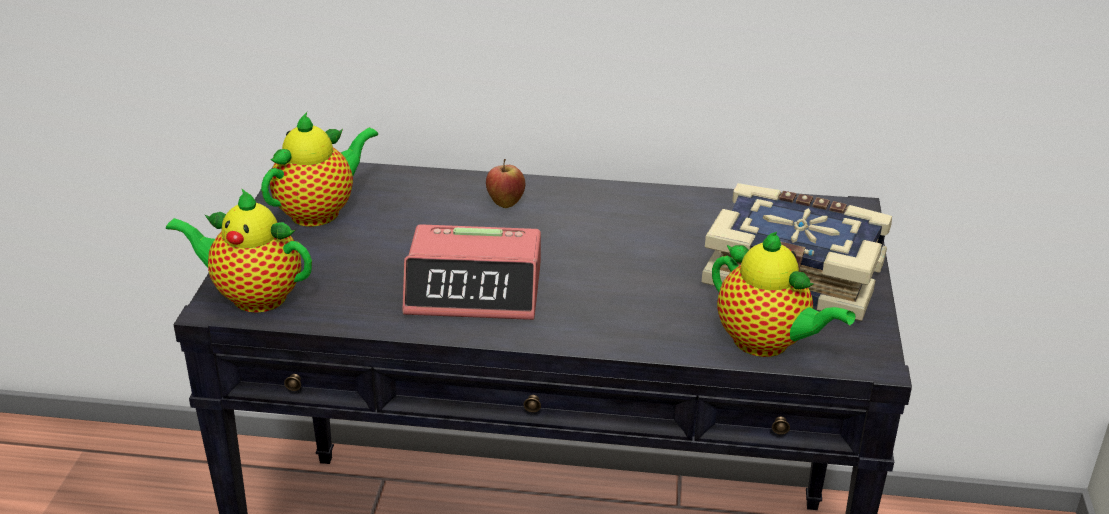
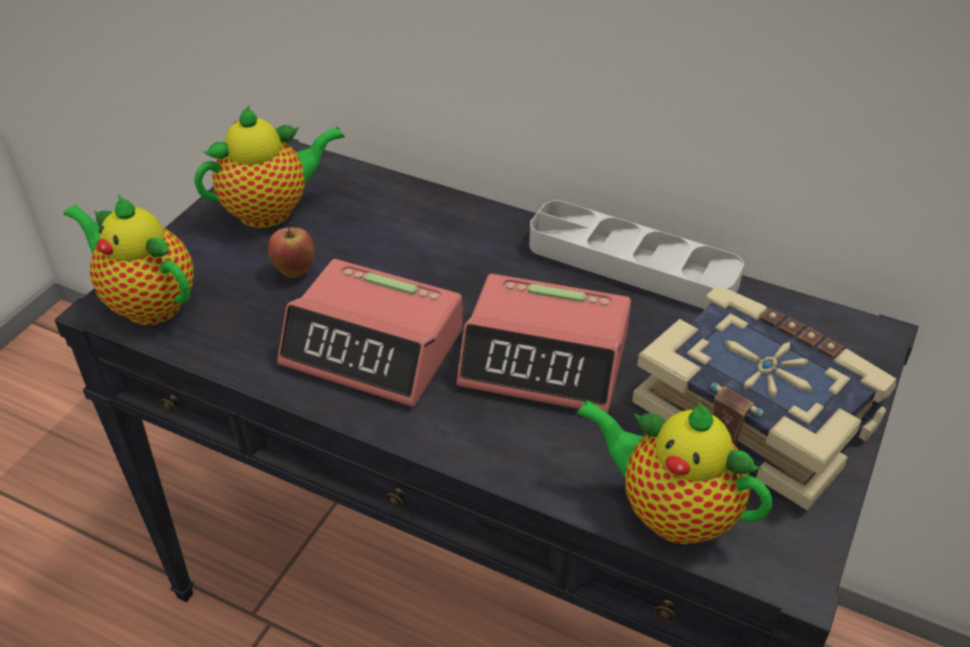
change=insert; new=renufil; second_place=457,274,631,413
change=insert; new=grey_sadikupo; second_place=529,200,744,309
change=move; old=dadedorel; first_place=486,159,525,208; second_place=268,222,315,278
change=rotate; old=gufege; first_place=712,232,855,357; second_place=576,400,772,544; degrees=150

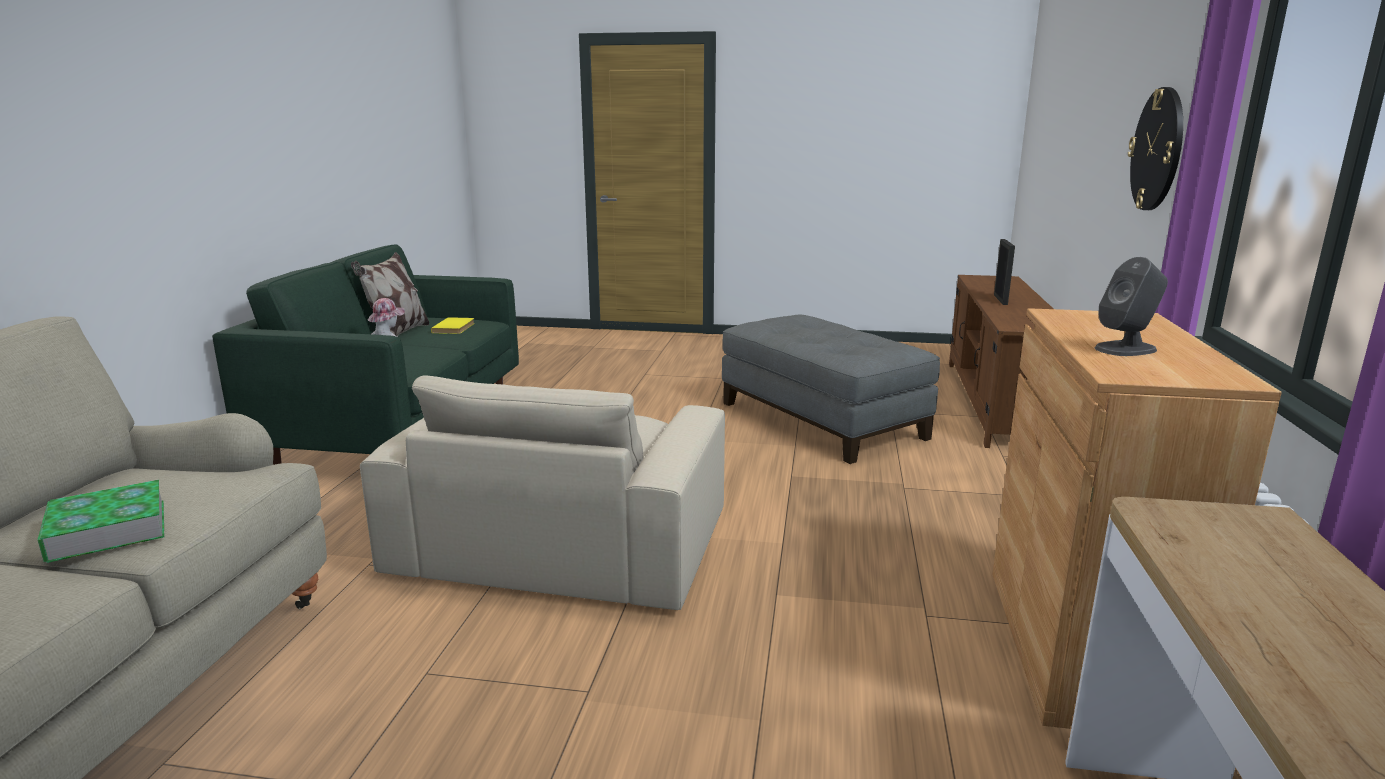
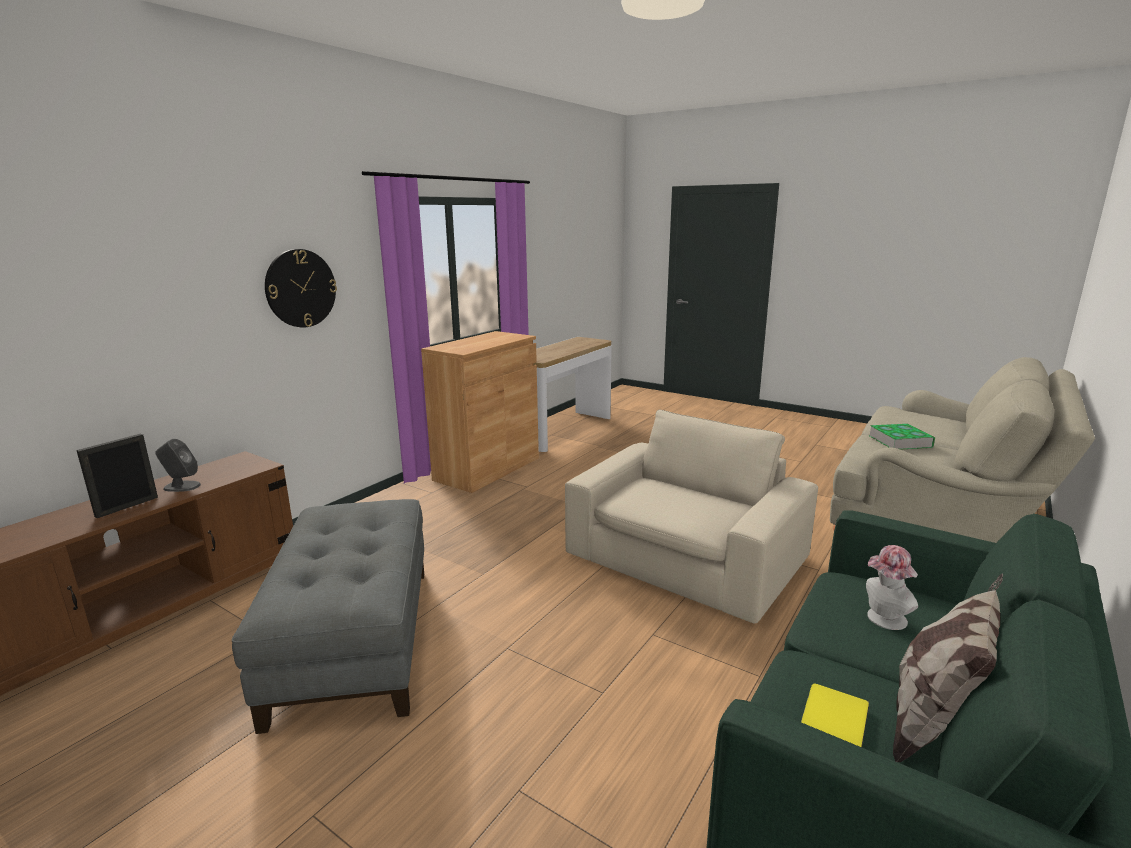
change=move; old=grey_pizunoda; first_place=1095,257,1168,356; second_place=155,439,201,492

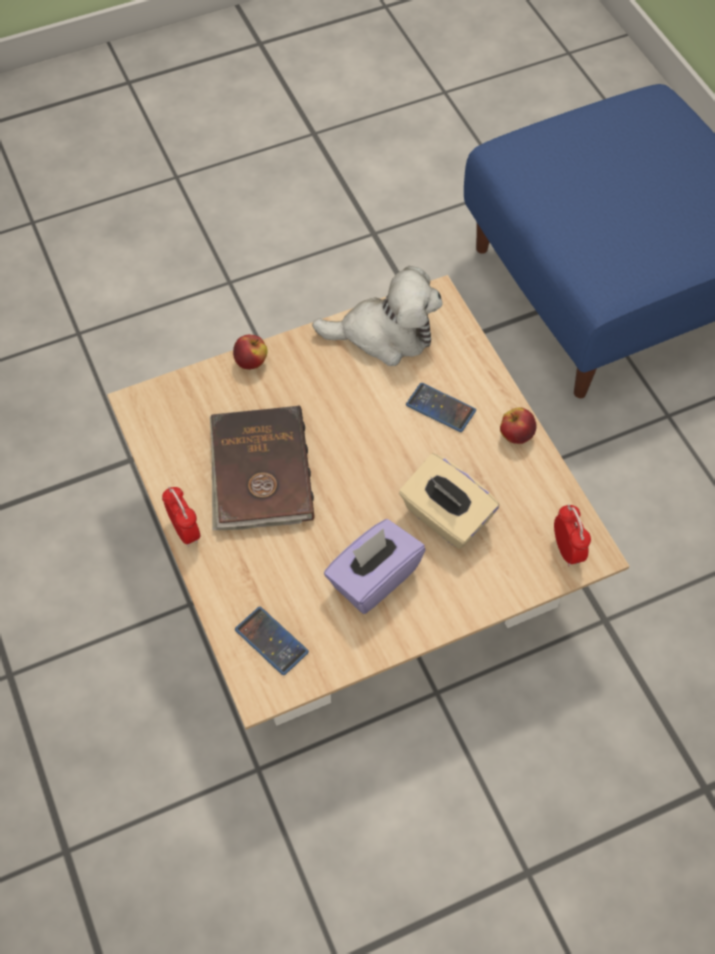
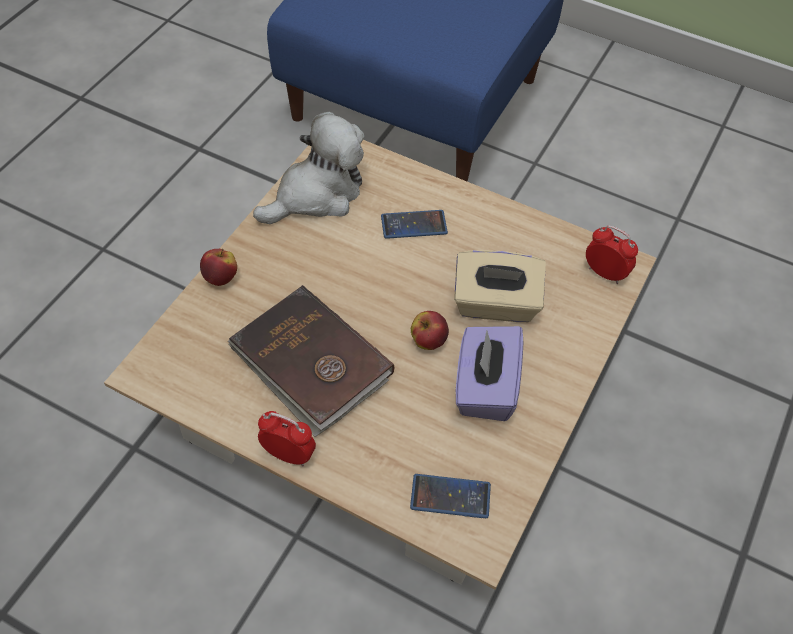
change=move; old=dadedorel; first_place=500,407,537,444; second_place=411,311,449,350

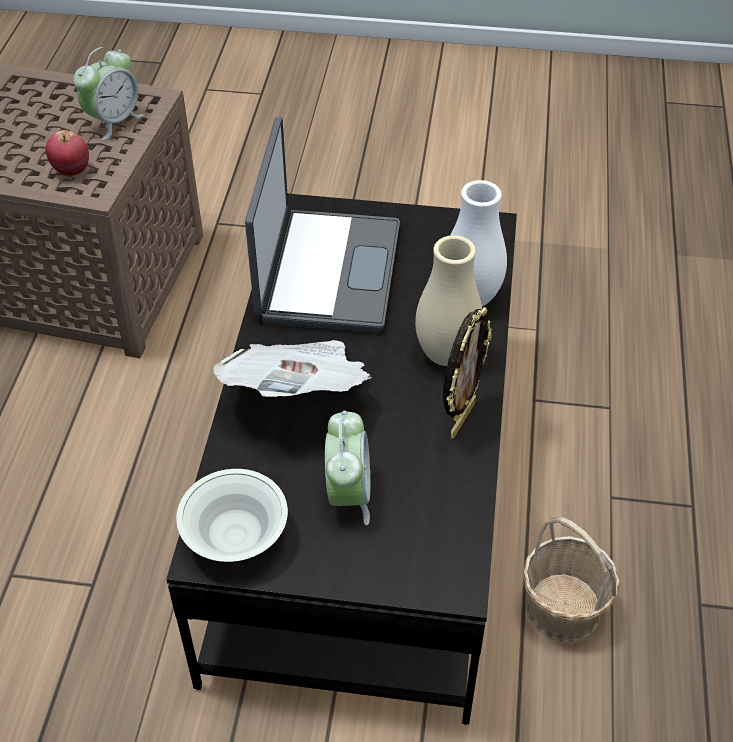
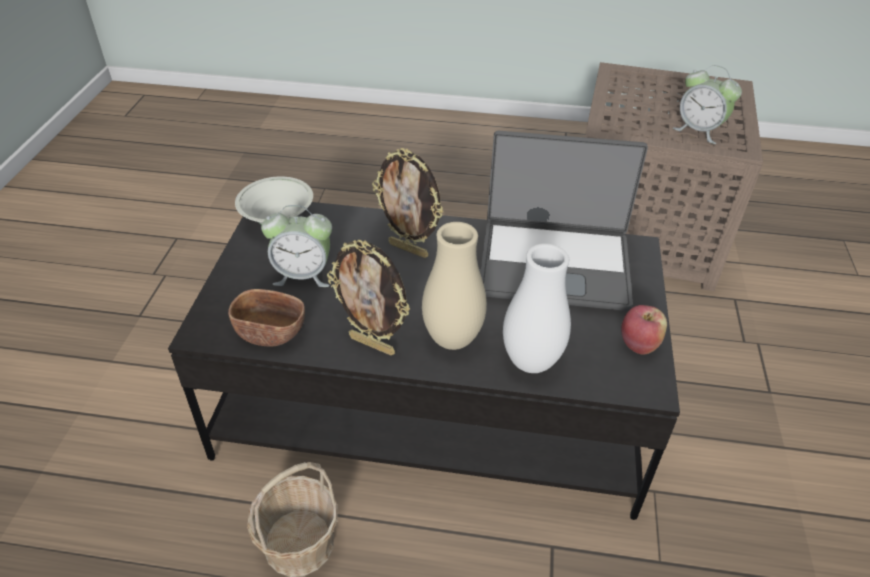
change=insert; new=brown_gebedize; second_place=228,289,305,347
change=move; old=dadedorel; first_place=46,130,89,176; second_place=621,305,667,355
change=replace; old=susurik; new=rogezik; first_place=213,340,372,397; second_place=372,148,443,258

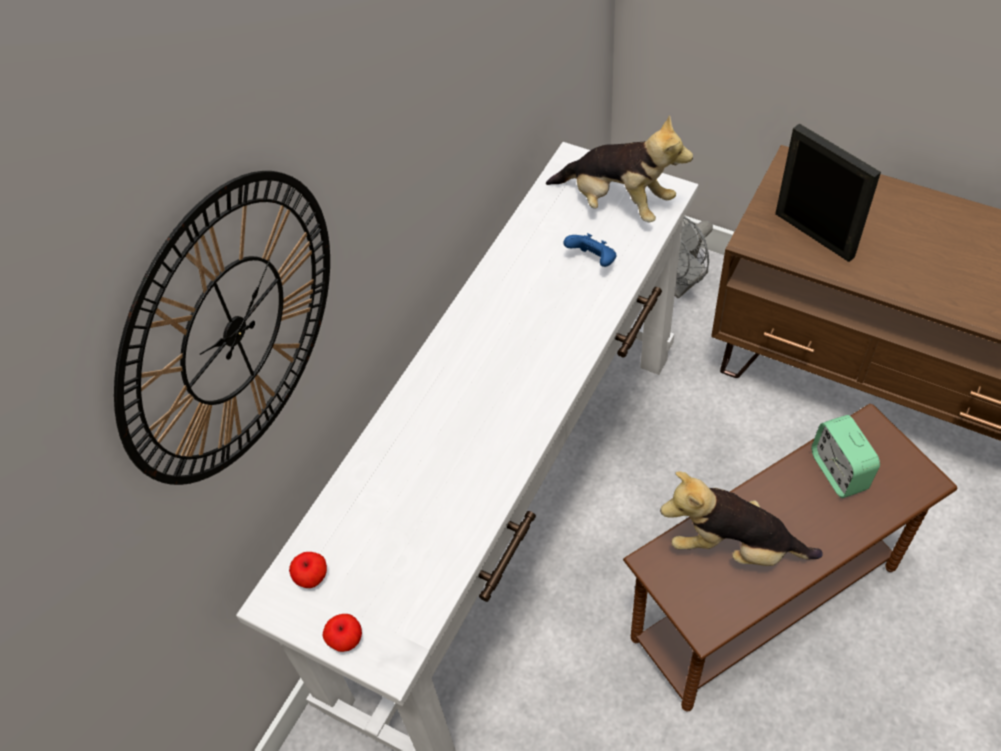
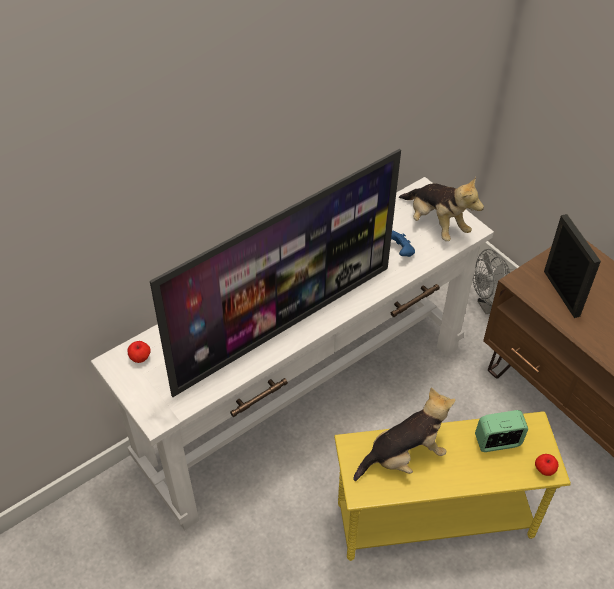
change=delete; old=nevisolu; first_place=114,171,330,485
change=insert; new=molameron; second_place=150,149,401,397
change=move; old=dadedorel; first_place=323,614,362,652; second_place=535,454,558,476
change=recolor; old=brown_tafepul; new=yellow_tafepul; first_place=623,404,958,711; second_place=334,411,571,561
change=rotate; old=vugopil; first_place=660,471,823,566; second_place=353,387,455,481; degrees=120
change=rotate; old=renufil; first_place=811,415,880,498; second_place=475,410,528,452; degrees=75

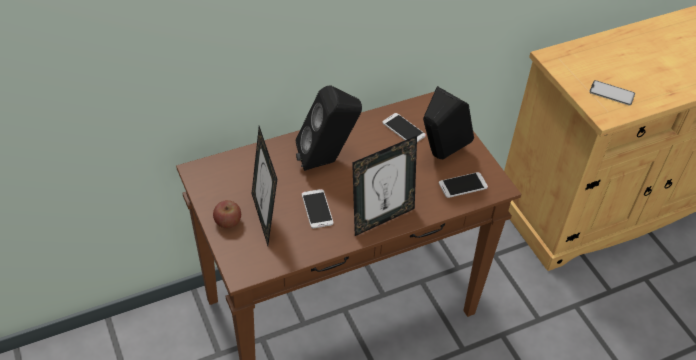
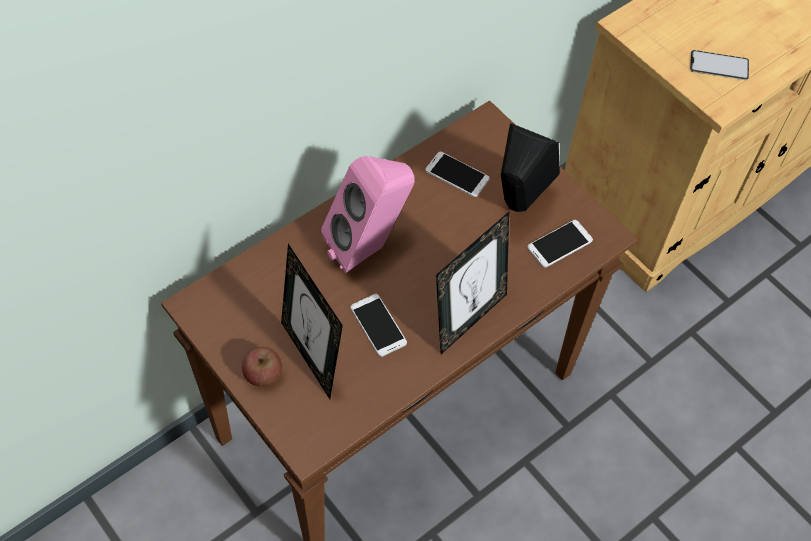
change=recolor; old=black_pizunoda; new=pink_pizunoda; first_place=296,85,362,171; second_place=321,156,414,273

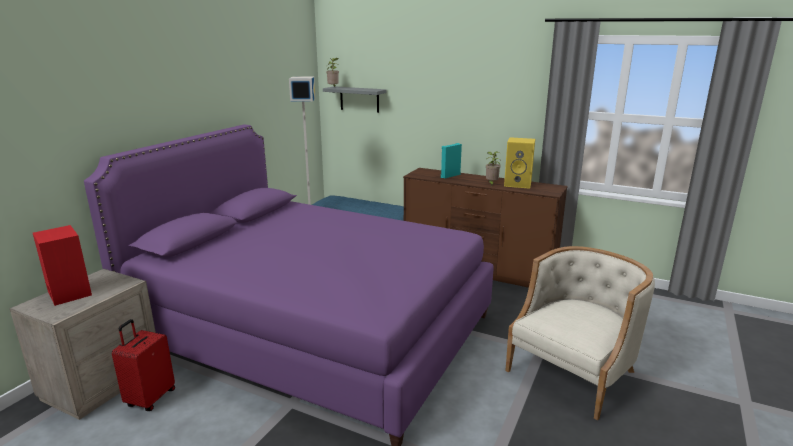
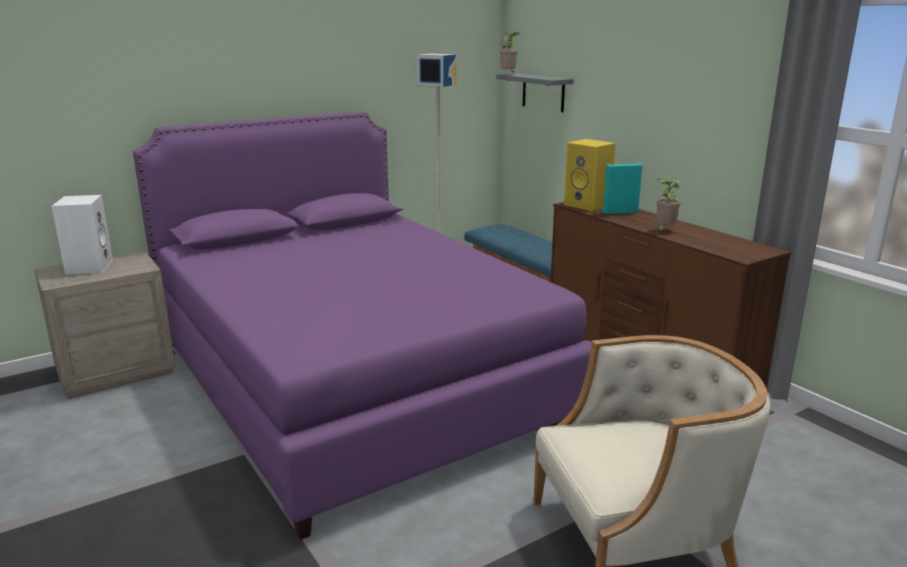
change=delete; old=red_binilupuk; first_place=112,319,175,411
change=move; old=yellow_pizunoda; first_place=504,137,535,189; second_place=564,139,616,211
change=recolor; old=red_pizunoda; new=white_pizunoda; first_place=33,225,92,306; second_place=52,195,113,275

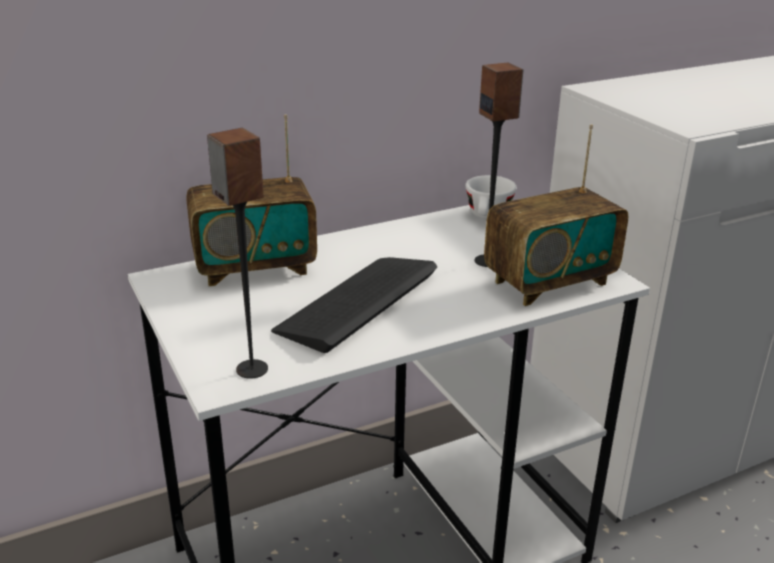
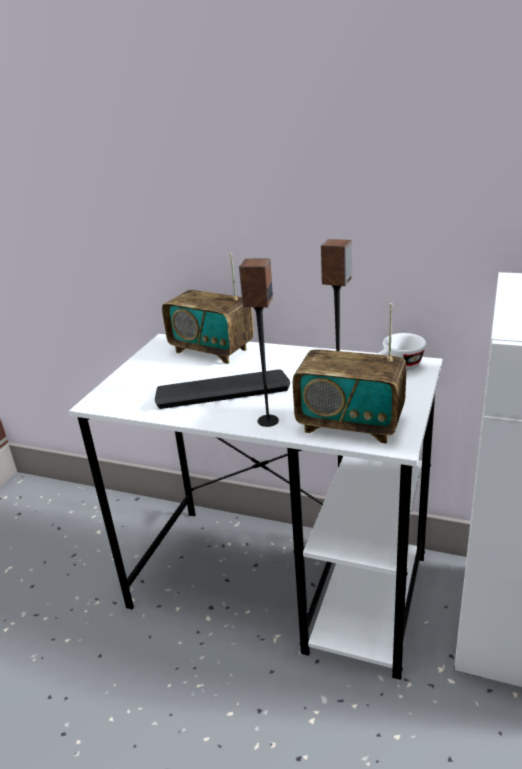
change=move; old=pizunoda; first_place=207,128,268,379; second_place=239,259,279,427

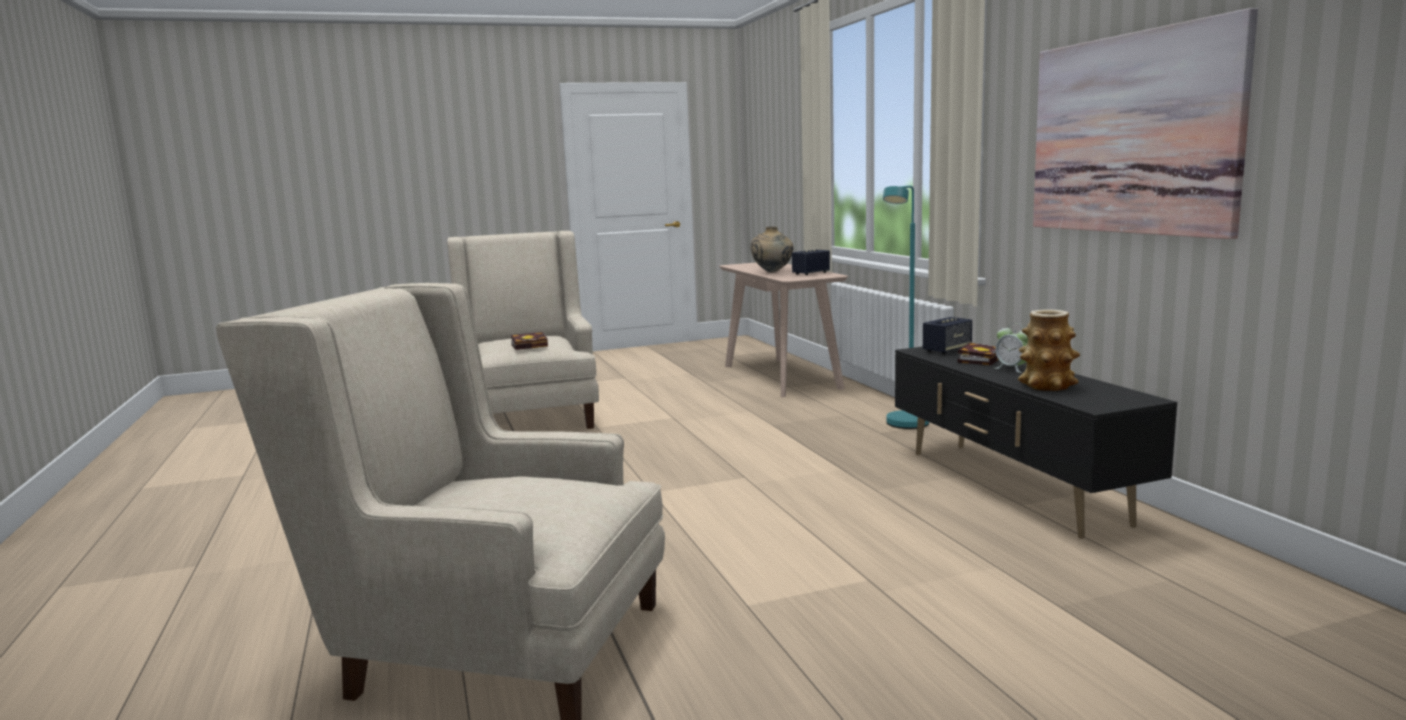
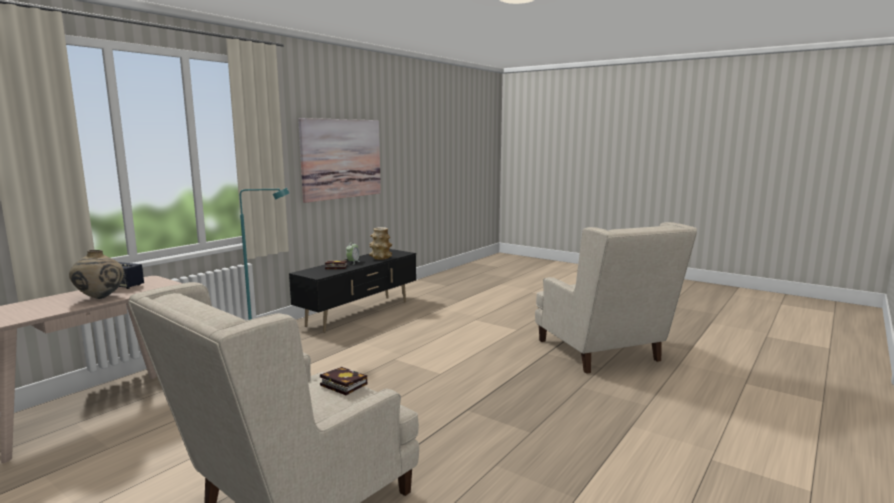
change=delete; old=pizunoda; first_place=923,317,972,354

